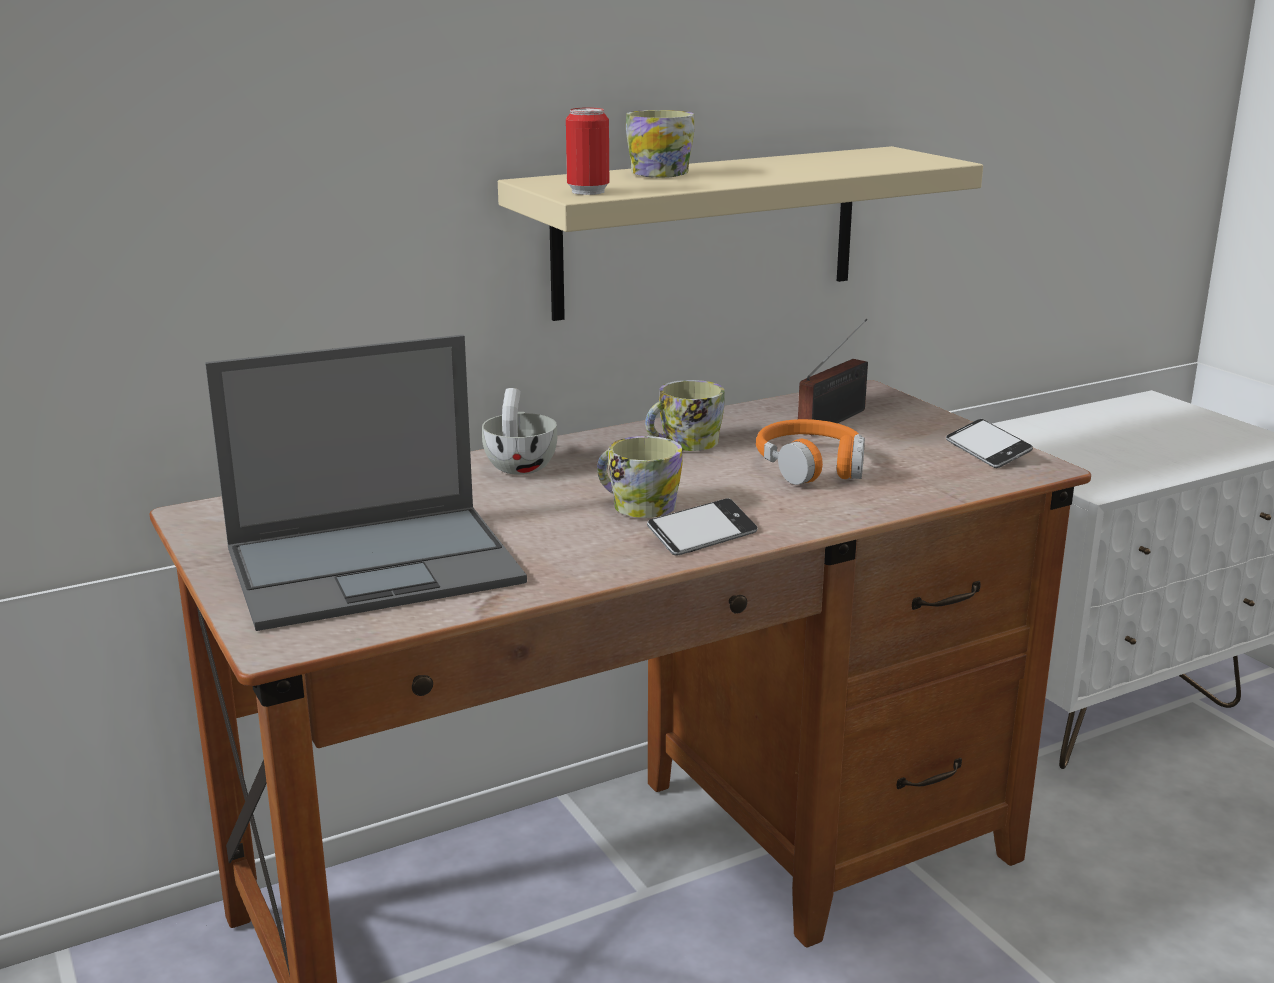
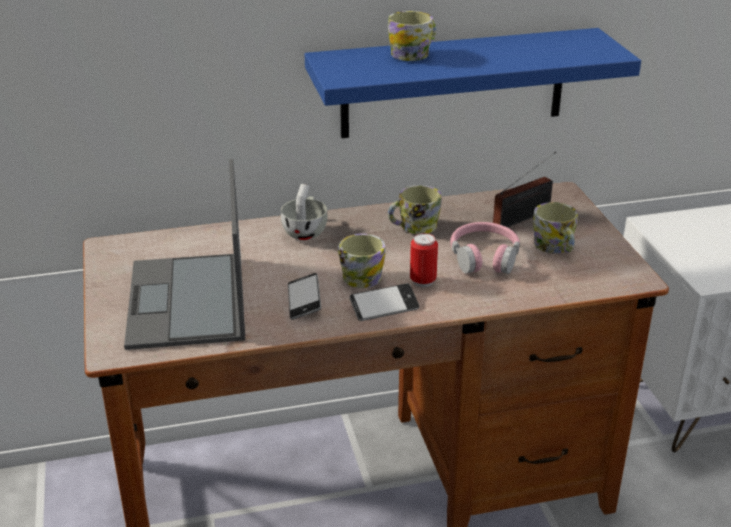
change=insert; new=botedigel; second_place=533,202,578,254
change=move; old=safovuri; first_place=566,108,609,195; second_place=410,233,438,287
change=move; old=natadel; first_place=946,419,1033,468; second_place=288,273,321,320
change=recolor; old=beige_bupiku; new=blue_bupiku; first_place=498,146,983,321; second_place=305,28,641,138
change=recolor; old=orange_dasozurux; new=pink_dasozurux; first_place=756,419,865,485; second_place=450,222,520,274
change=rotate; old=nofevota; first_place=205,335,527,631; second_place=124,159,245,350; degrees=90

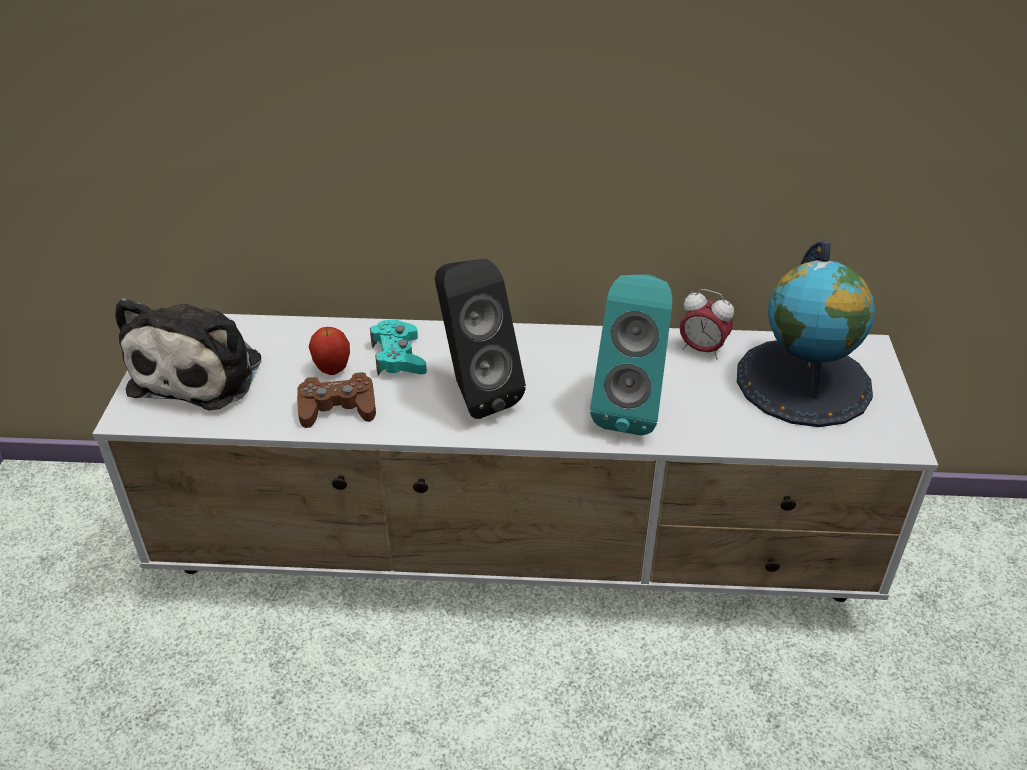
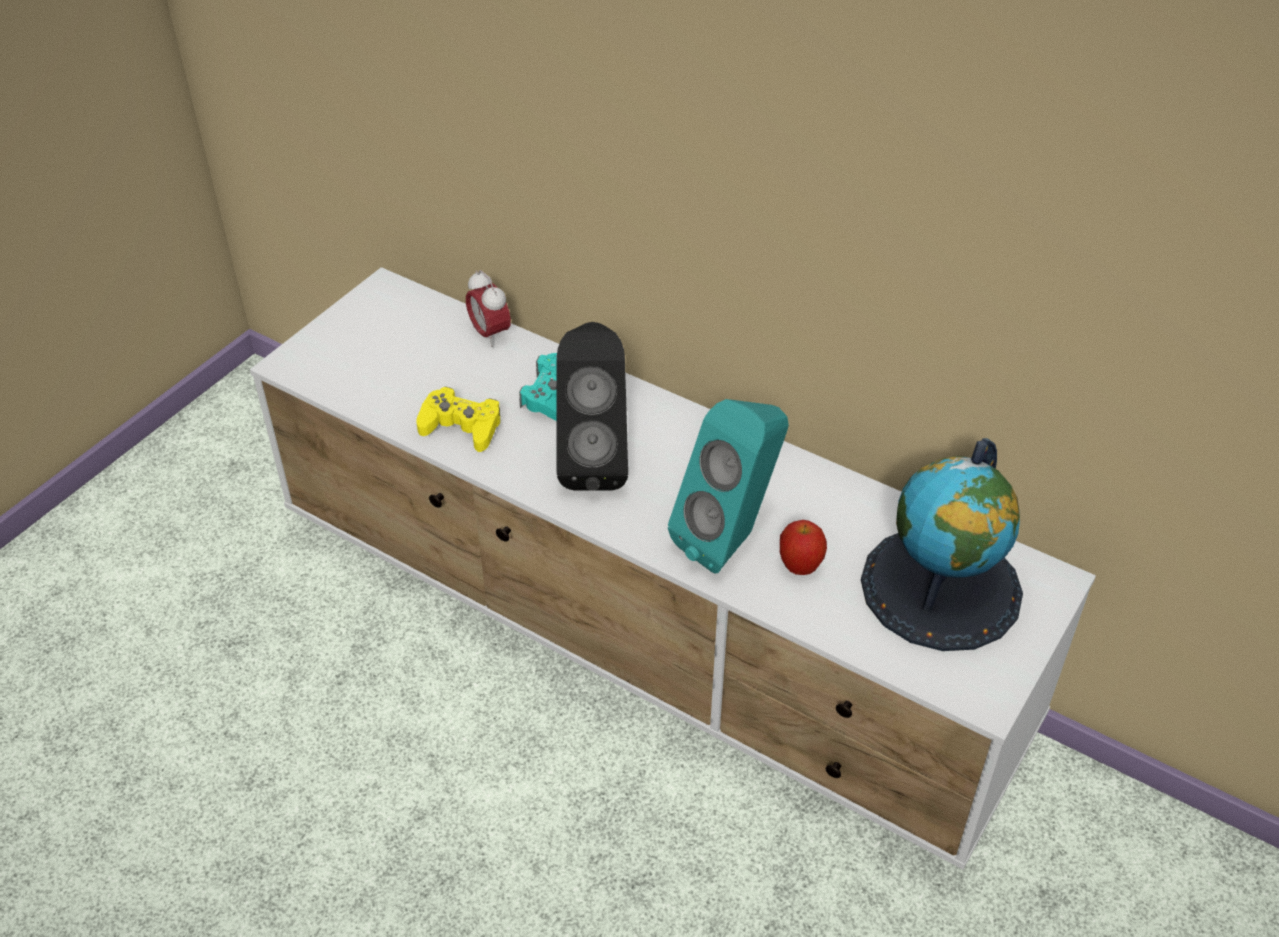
change=delete; old=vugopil; first_place=115,298,261,410
change=move; old=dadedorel; first_place=309,327,350,375; second_place=780,520,827,575
change=move; old=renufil; first_place=680,289,734,359; second_place=466,270,511,347
change=recolor; old=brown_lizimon; new=yellow_lizimon; first_place=297,372,376,428; second_place=417,387,500,452

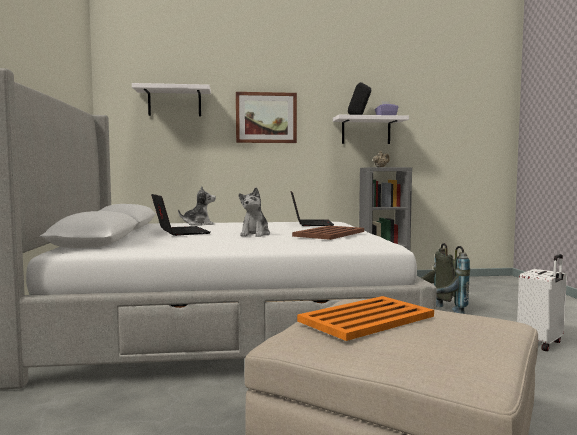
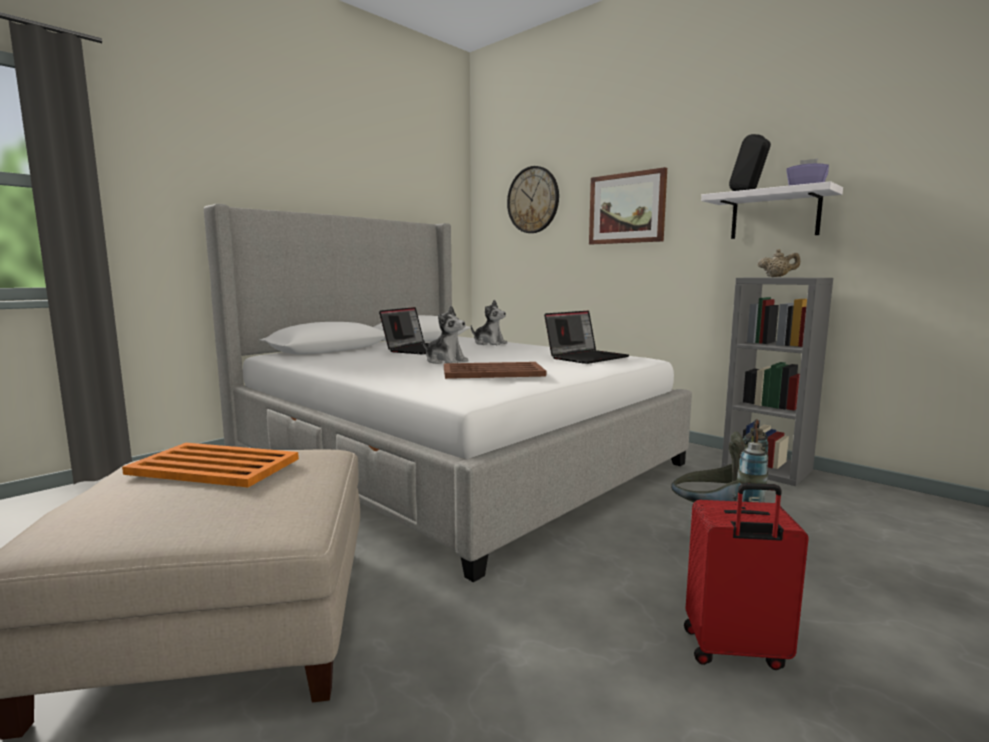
change=replace; old=white_bupiku; new=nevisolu; first_place=132,83,211,116; second_place=507,166,559,233
change=recolor; old=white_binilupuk; new=red_binilupuk; first_place=517,254,567,351; second_place=684,483,809,670
change=rotate; old=vugopil; first_place=239,187,270,237; second_place=422,305,469,364; degrees=-120

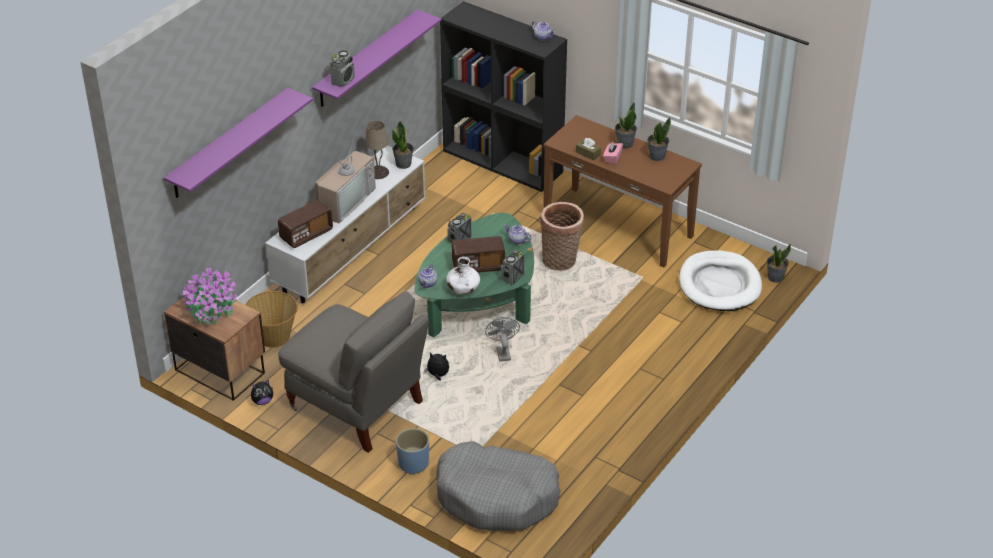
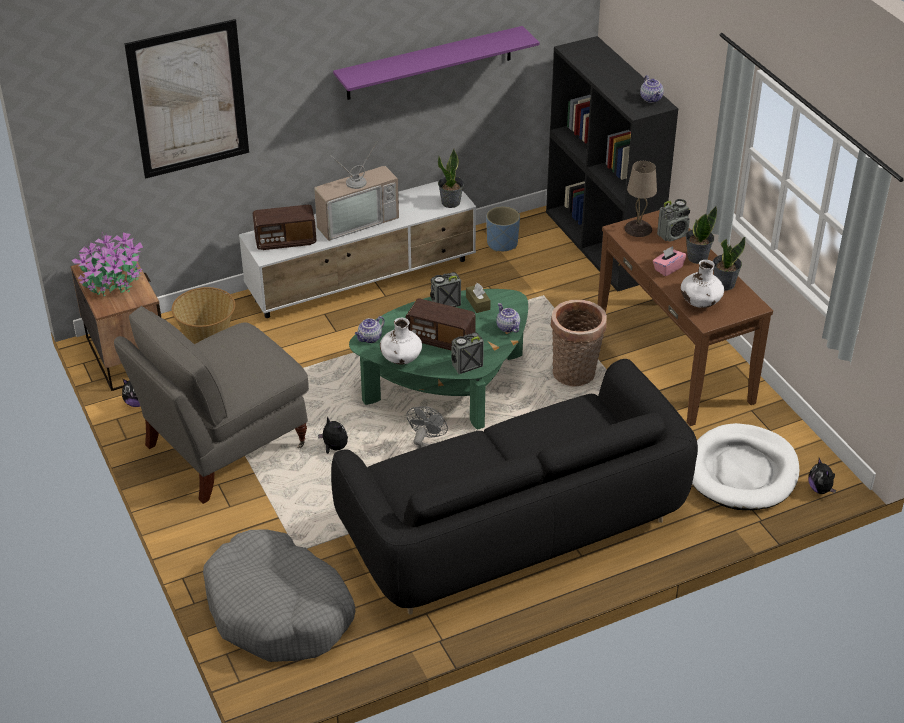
change=insert; new=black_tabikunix; second_place=331,359,698,614
change=insert; new=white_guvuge; second_place=681,260,724,308
change=move; old=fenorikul; first_place=330,50,355,87; second_place=657,199,690,242
change=move; old=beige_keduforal; first_place=365,121,389,179; second_place=624,161,657,237
change=move; old=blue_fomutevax; first_place=396,428,429,475; second_place=486,206,520,252
change=move; old=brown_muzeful; first_place=576,138,601,161; second_place=466,283,491,313
change=replace; old=purple_bupiku; new=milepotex; first_place=164,88,313,198; second_place=124,19,249,179
change=replace; old=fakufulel; new=vugopil; first_place=767,244,791,283; second_place=809,458,836,494
change=rotate; old=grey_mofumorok; first_place=278,291,429,453; second_place=114,306,309,504; degrees=75

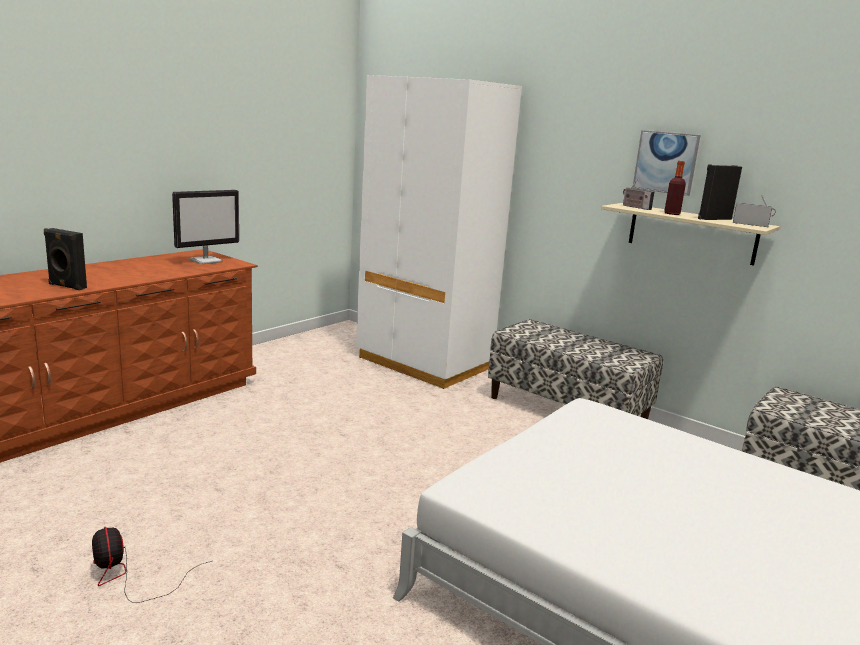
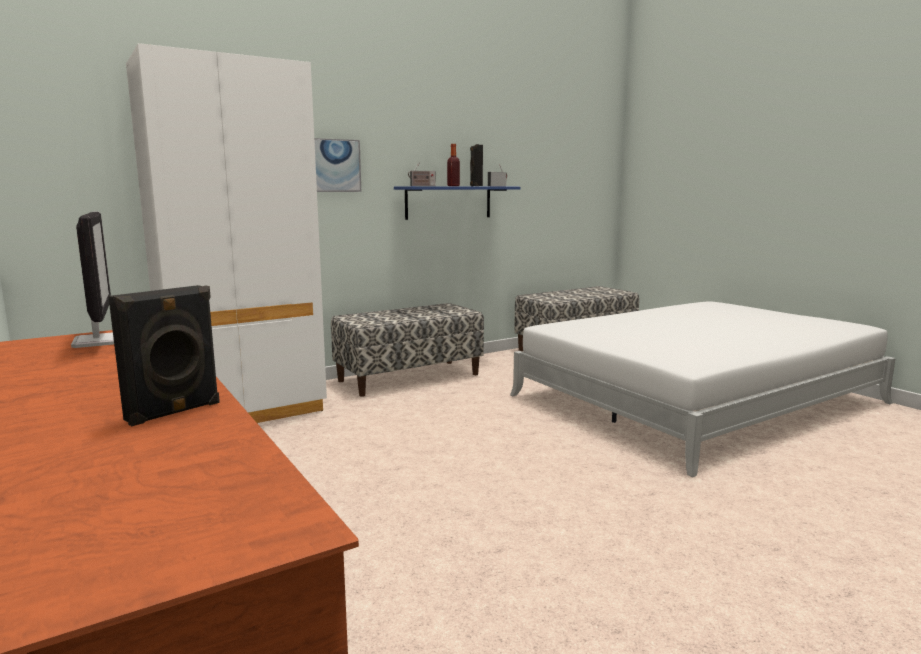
change=delete; old=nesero; first_place=92,527,212,603
change=move; old=milepotex; first_place=633,130,701,196; second_place=314,138,361,192
change=recolor; old=beige_bupiku; new=blue_bupiku; first_place=601,203,780,266; second_place=394,186,521,220

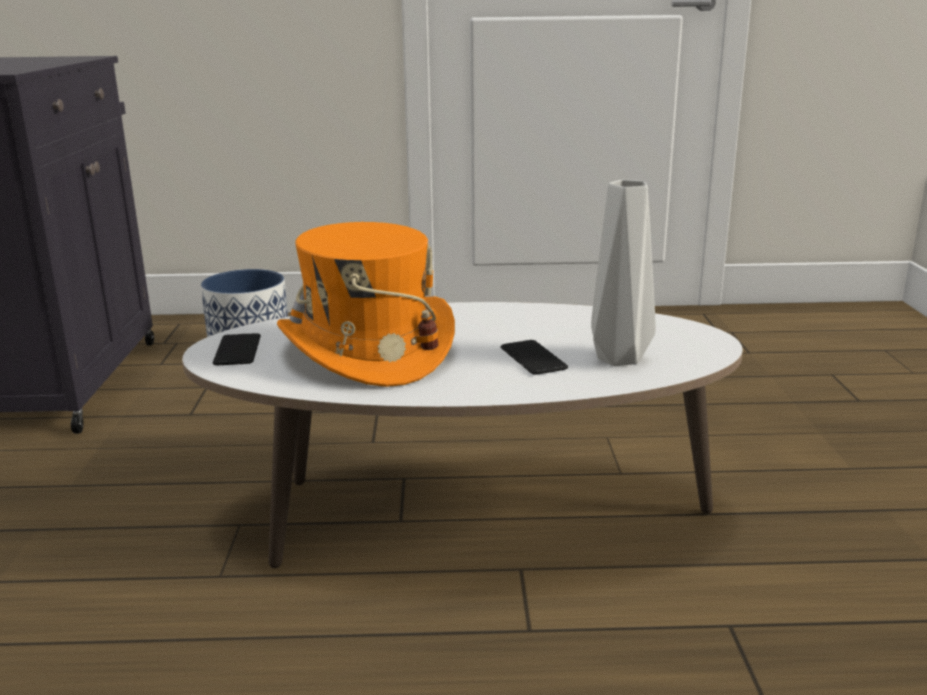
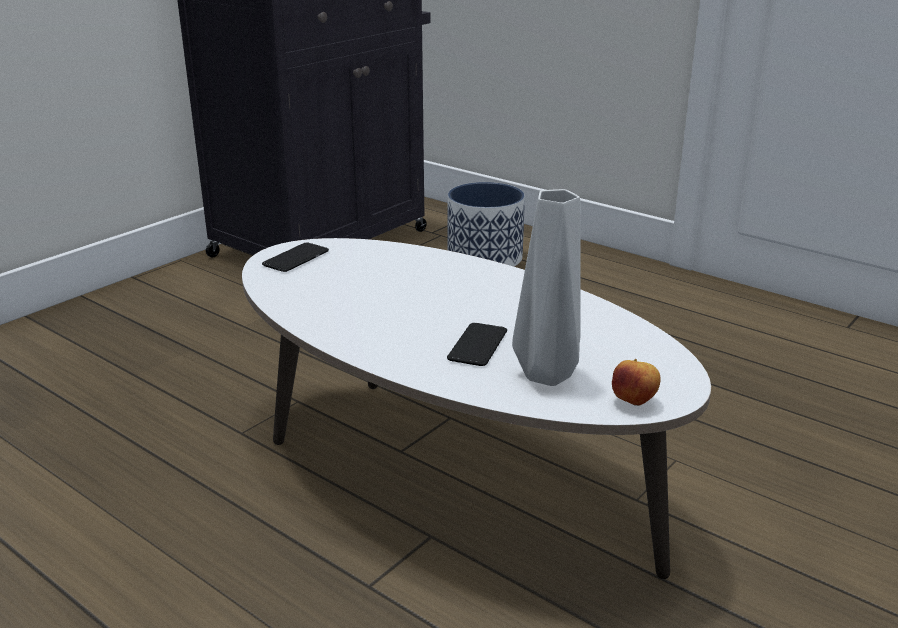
change=delete; old=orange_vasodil; first_place=277,222,455,387
change=insert; new=dadedorel; second_place=612,359,661,406

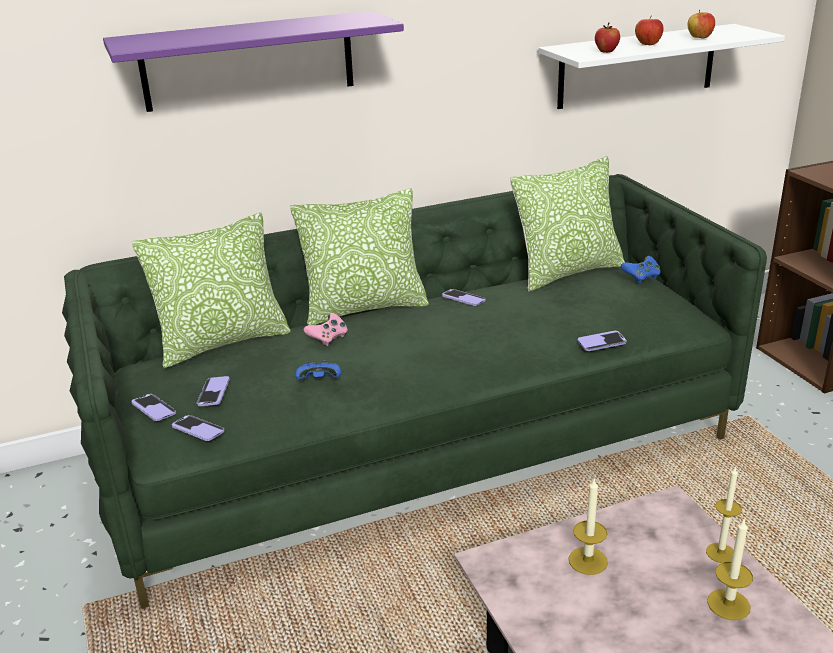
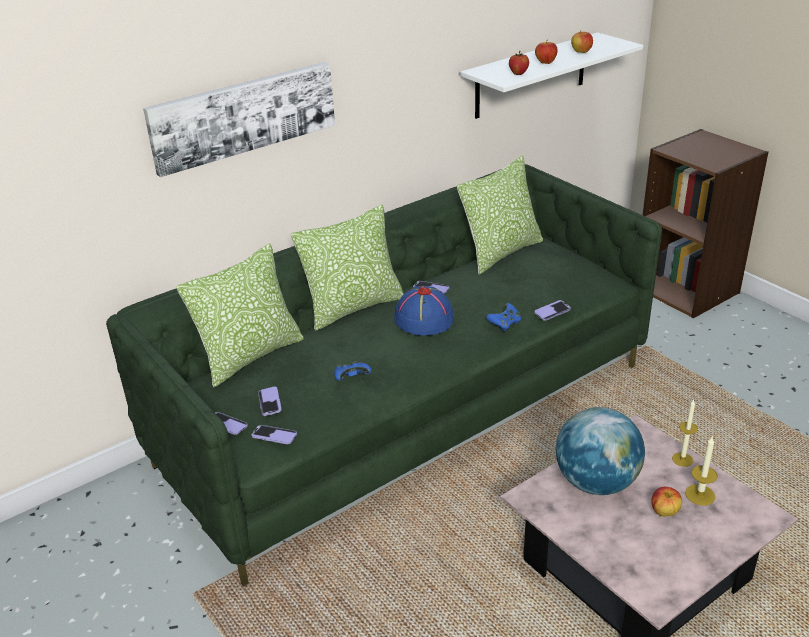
change=delete; old=pink_lizimon; first_place=304,313,347,346
change=insert; new=blue_vasodil; second_place=394,286,454,336
change=insert; new=dadedorel; second_place=651,487,682,516
change=move; old=blue_lizimon; first_place=621,256,661,283; second_place=486,303,521,331
change=replace; old=purple_bupiku; new=milepotex; first_place=103,11,404,112; second_place=143,62,335,177
change=replace; old=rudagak; new=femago; first_place=569,477,608,575; second_place=556,407,645,495

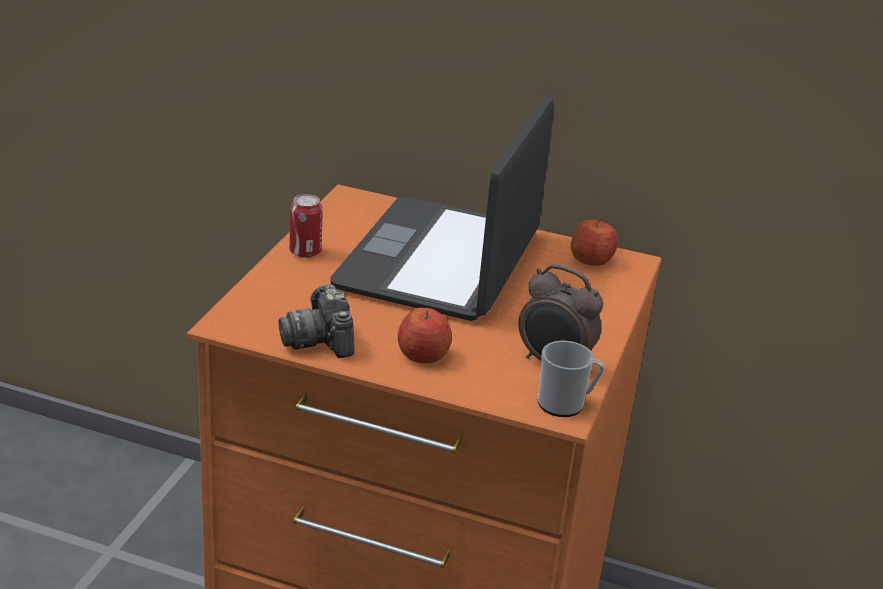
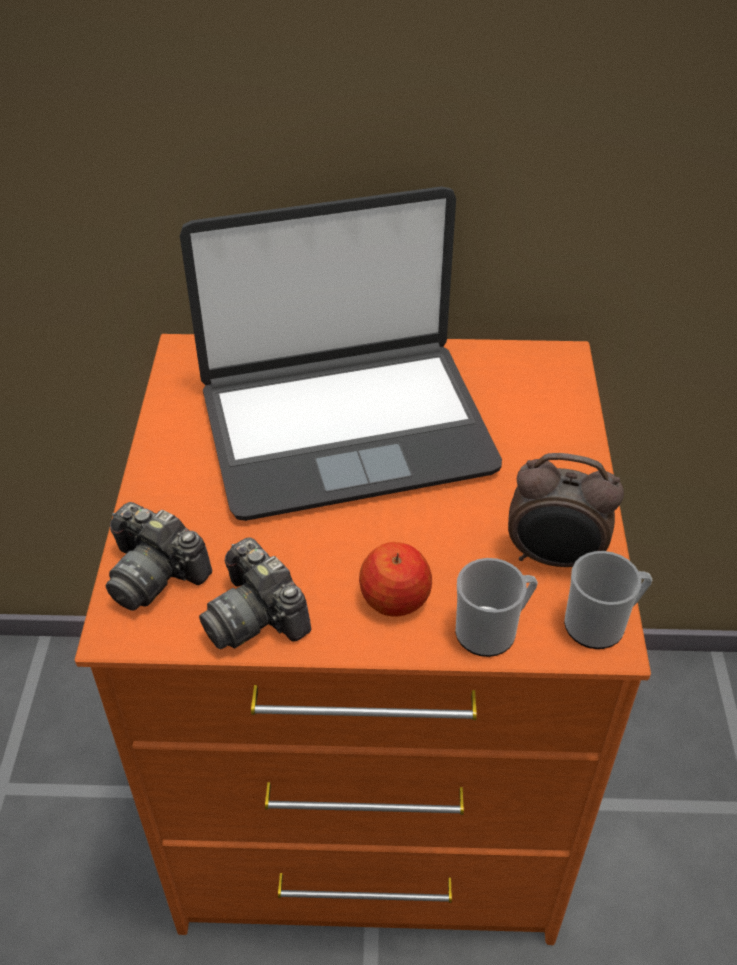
change=delete; old=safovuri; first_place=290,194,323,258
change=delete; old=dadedorel; first_place=571,218,618,266
change=insert; new=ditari; second_place=105,502,212,610
change=insert; new=botedigel; second_place=455,558,538,657
change=rotate; old=nofevota; first_place=330,96,555,321; second_place=180,186,502,521; degrees=-105

